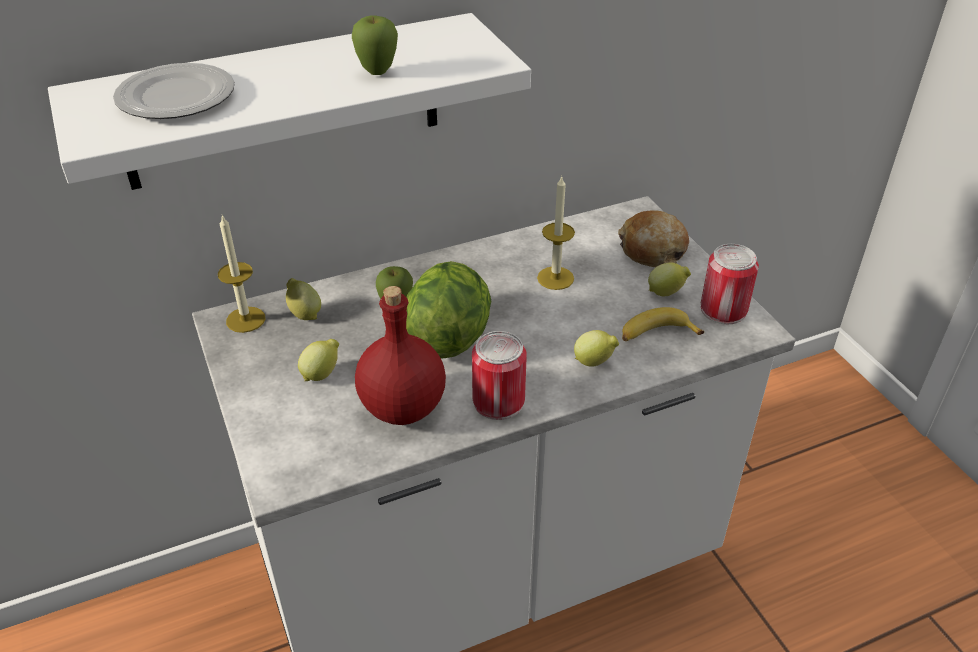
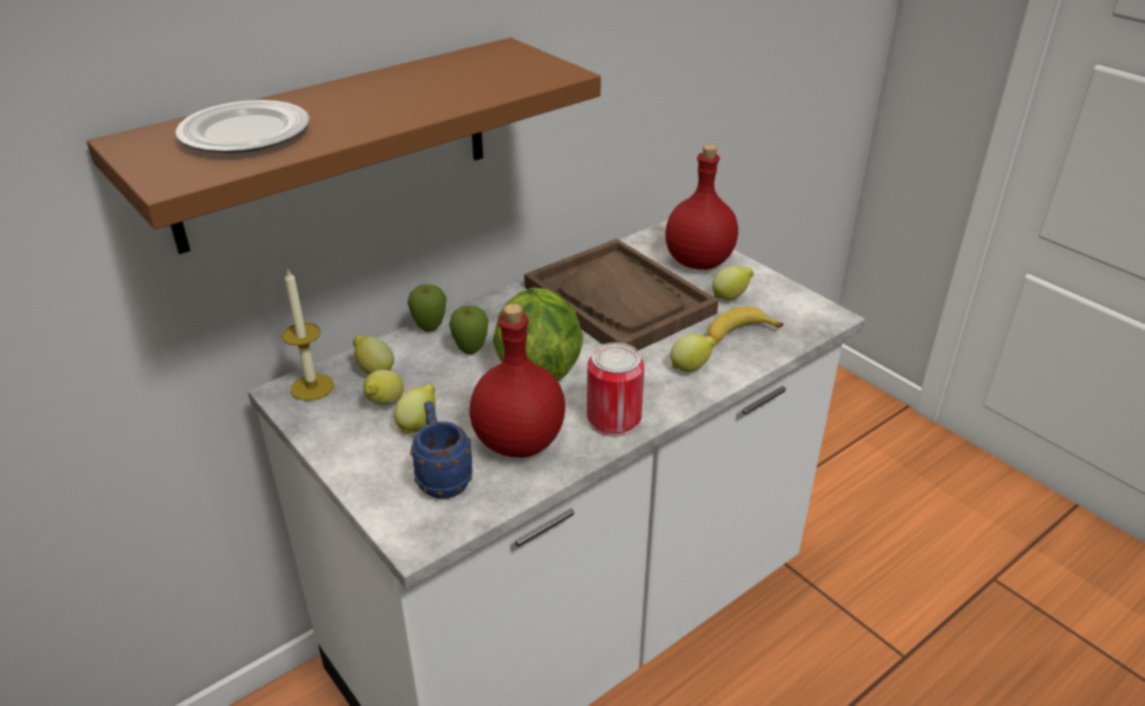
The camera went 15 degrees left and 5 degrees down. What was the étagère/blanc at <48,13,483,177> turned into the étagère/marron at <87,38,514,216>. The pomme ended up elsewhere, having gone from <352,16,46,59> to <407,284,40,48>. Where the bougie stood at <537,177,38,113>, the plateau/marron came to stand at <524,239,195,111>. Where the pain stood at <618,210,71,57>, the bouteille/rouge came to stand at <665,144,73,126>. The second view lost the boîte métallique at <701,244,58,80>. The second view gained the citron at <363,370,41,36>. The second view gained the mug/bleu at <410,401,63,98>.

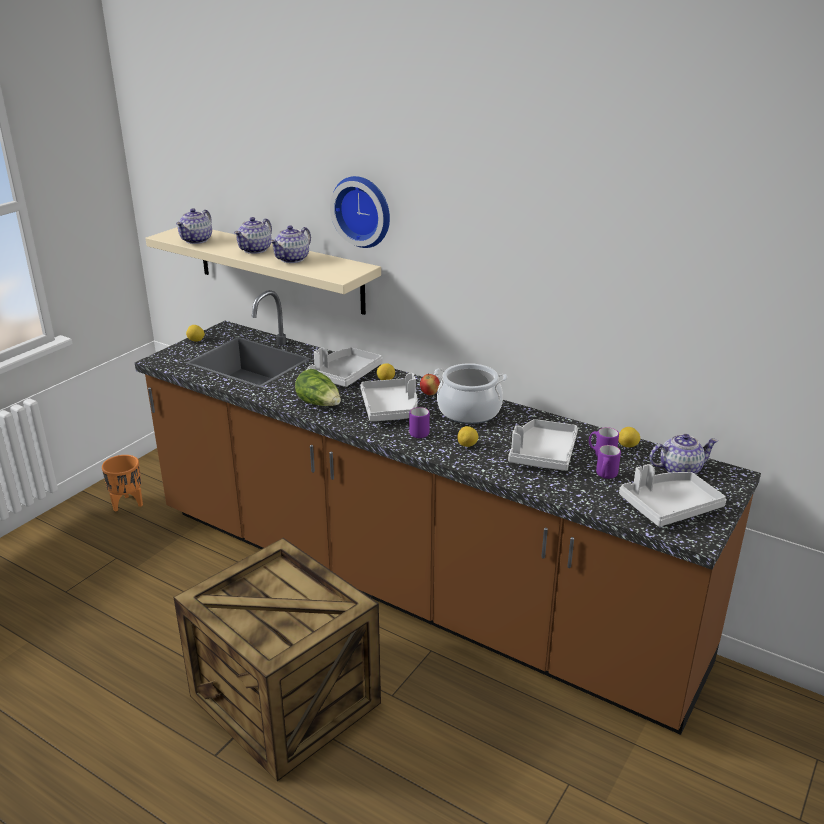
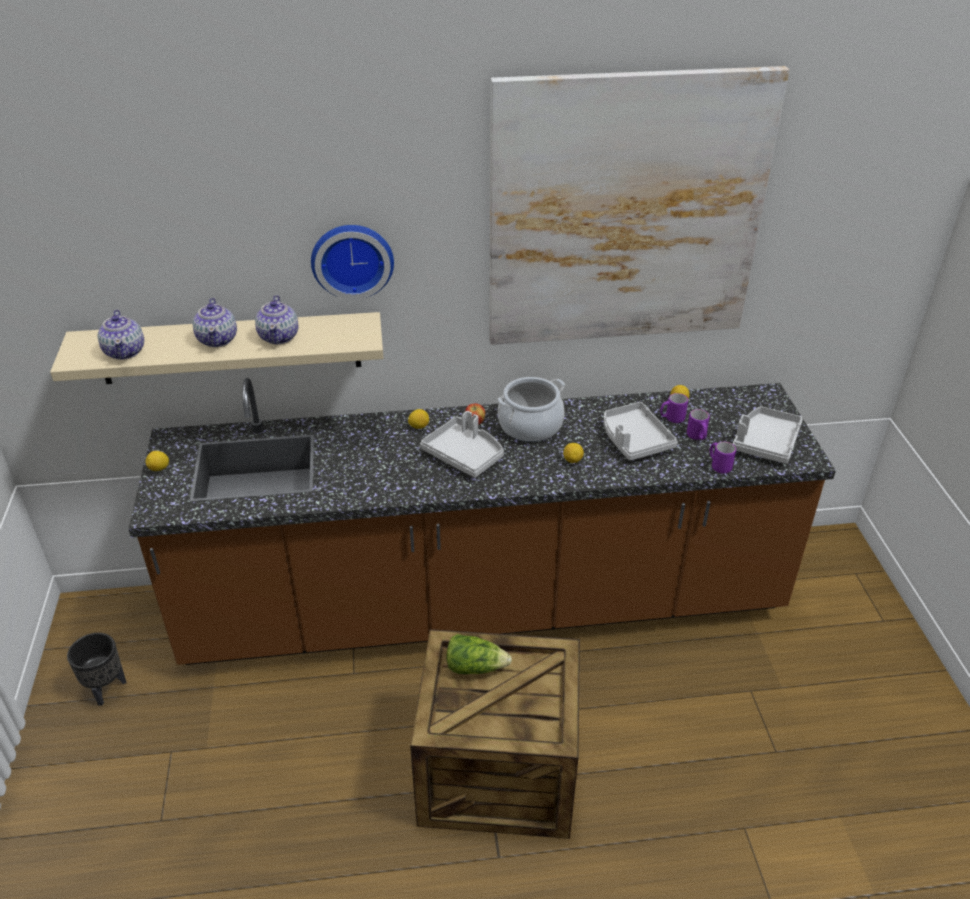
The camera went 40 degrees left and 10 degrees up. The second view lost the plateau/gris at <306,347,77,40>. The laitue ended up elsewhere, having gone from <295,369,46,37> to <447,634,65,40>. The mug/violet ended up elsewhere, having gone from <409,407,21,31> to <710,442,26,32>. The second view lost the théière at <649,434,69,40>. What was the cache-pot/orange at <102,455,41,57> turned into the cache-pot/noir at <67,633,60,72>. The second view gained the tableau at <489,66,300,279>.

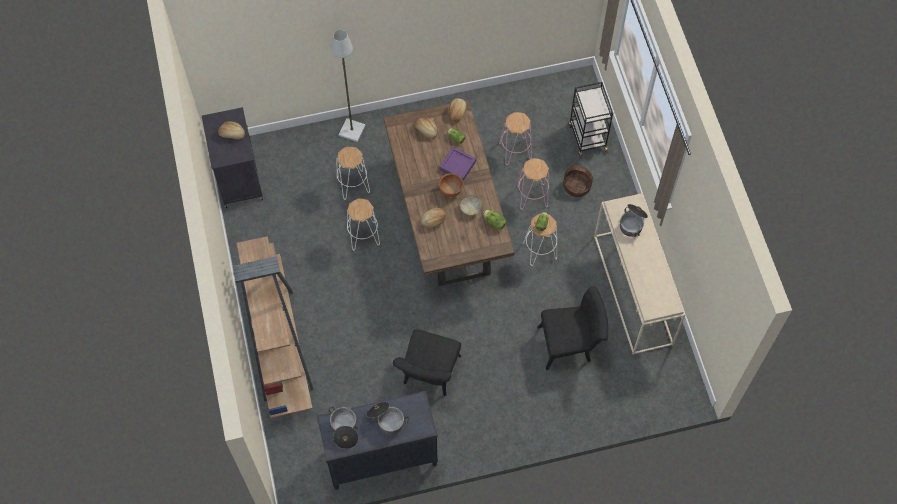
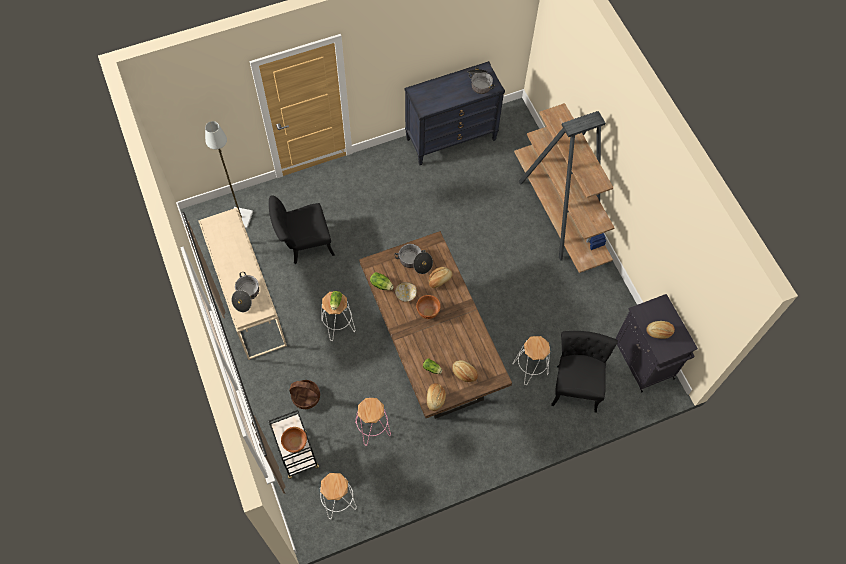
The camera went 170 degrees right and 0 degrees up. The lampadaire/gris ended up elsewhere, having gone from <331,30,34,112> to <205,121,48,107>. The second view lost the plateau/violet at <440,147,36,34>. The second view lost the tabouret/rose at <517,158,32,52>. The tabouret/blanc ended up elsewhere, having gone from <347,198,33,53> to <320,473,37,46>. The chaise/noir ended up elsewhere, having gone from <393,329,68,67> to <551,331,67,82>. The marmite ended up elsewhere, having gone from <366,402,43,32> to <394,244,39,30>. The second view gained the bol/marron at <281,427,26,26>.

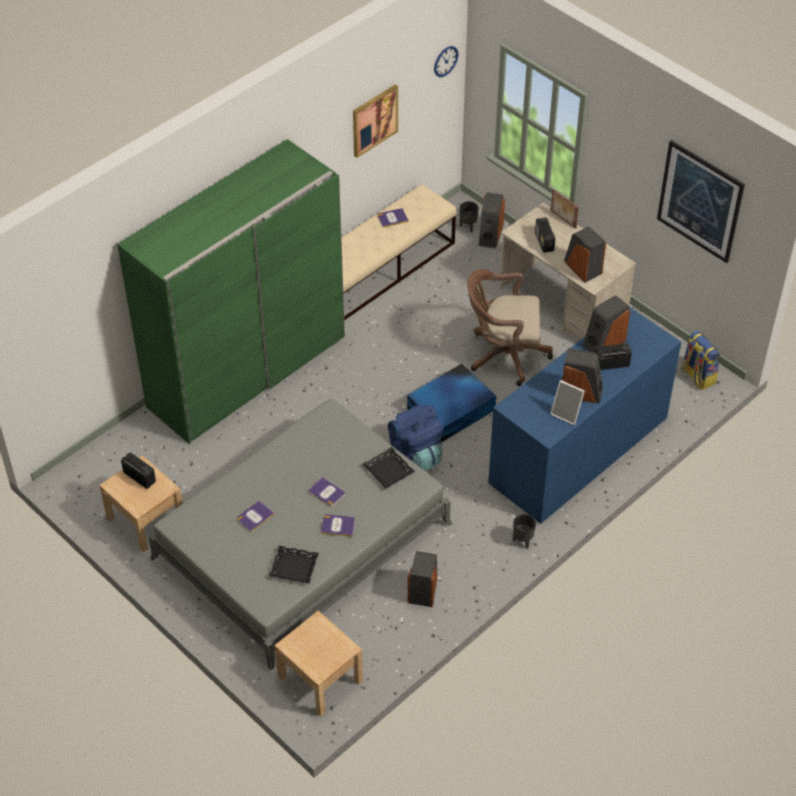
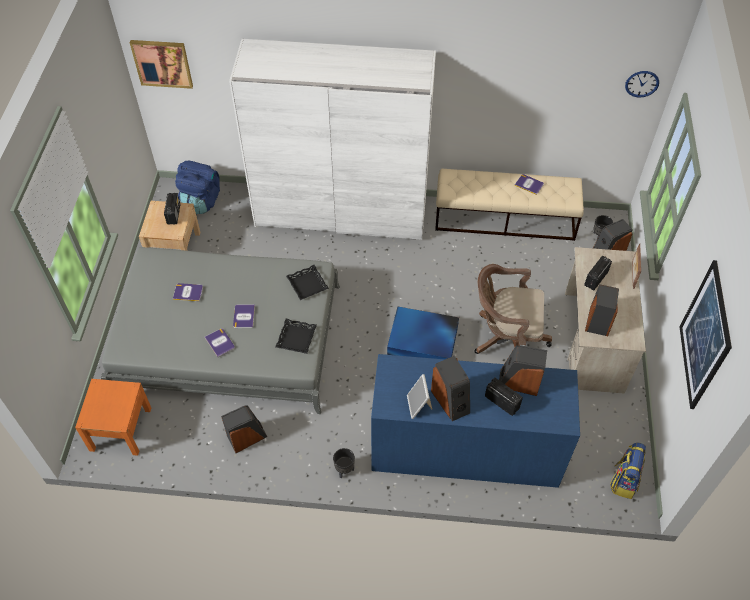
The camera went 50 degrees right and 5 degrees up. The tableau ended up elsewhere, having gone from <353,85,45,73> to <129,40,64,49>. What was the armoire/vert at <117,139,228,305> turned into the armoire/blanc at <229,39,207,201>. The chaise de bureau/marron at <467,269,86,117> ended up facing another way, 45 degrees counterclockwise from before. The sac à dos/bleu ended up elsewhere, having gone from <388,405,55,66> to <175,161,45,53>. The plateau/noir ended up elsewhere, having gone from <269,546,50,38> to <286,265,43,35>. What was the table de chevet/beige at <275,611,88,106> turned into the table de chevet/orange at <75,379,76,77>.

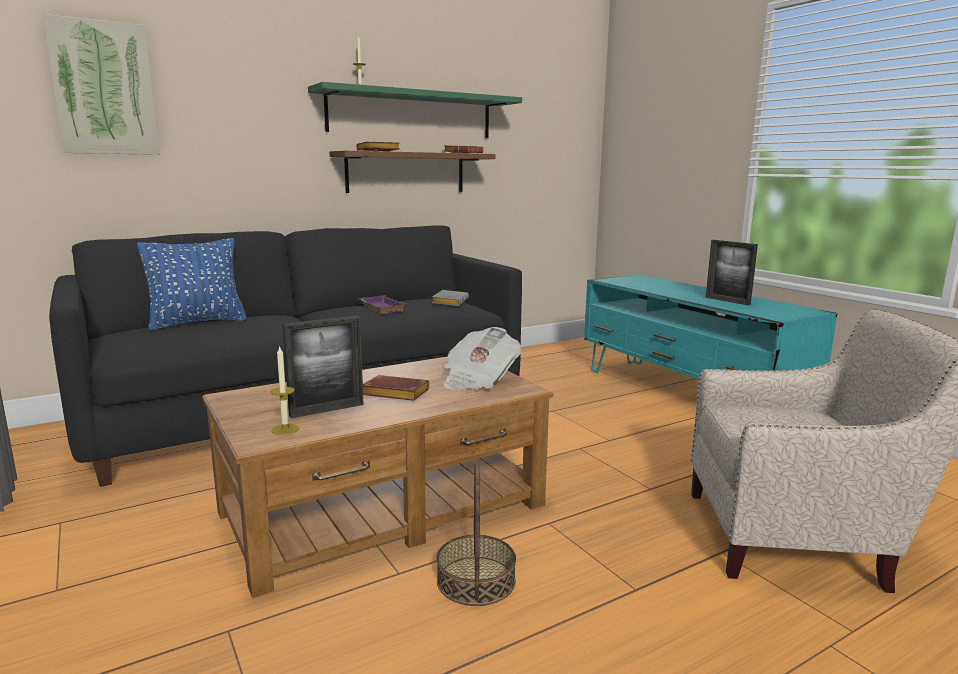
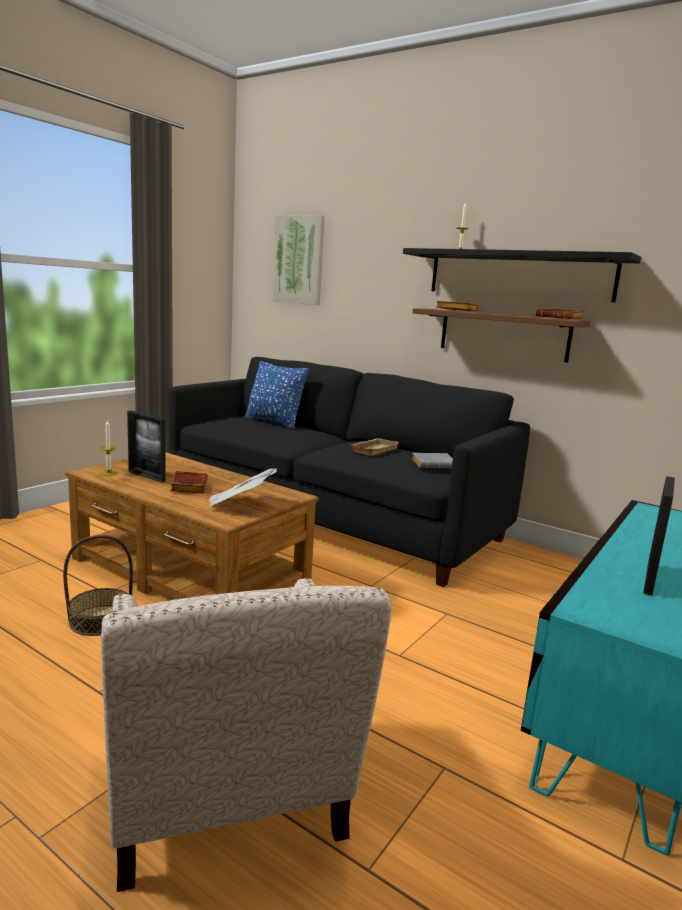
The camera went 65 degrees right and 0 degrees up. What was the étagère/vert at <308,82,214,56> turned into the étagère/noir at <403,248,238,54>. What was the plateau/violet at <359,295,46,19> turned into the plateau/beige at <352,438,47,18>.

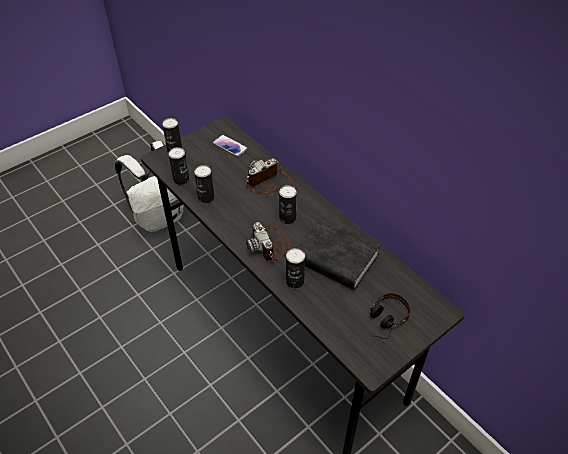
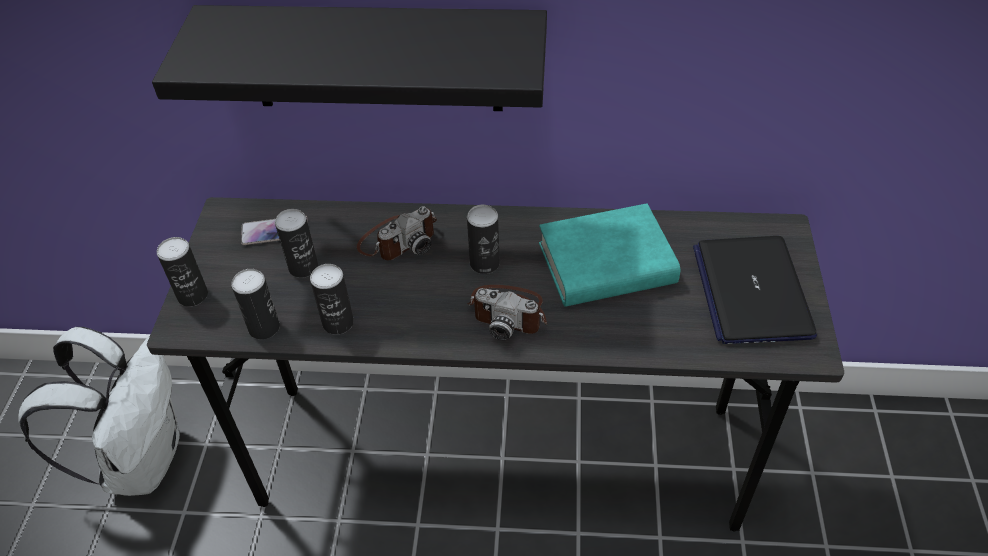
The camera went 45 degrees left and 0 degrees up. The appareil photo at <246,158,45,39> ended up facing another way, 135 degrees counterclockwise from before. What was the livre/noir at <296,217,85,73> turned into the livre/turquoise at <539,203,141,104>. The boîte métallique ended up elsewhere, having gone from <286,248,19,41> to <275,209,43,69>. Where the casque audio stood at <370,293,41,46>, the ordinateur portable came to stand at <693,236,124,108>. The second view gained the étagère/noir at <152,5,395,106>.

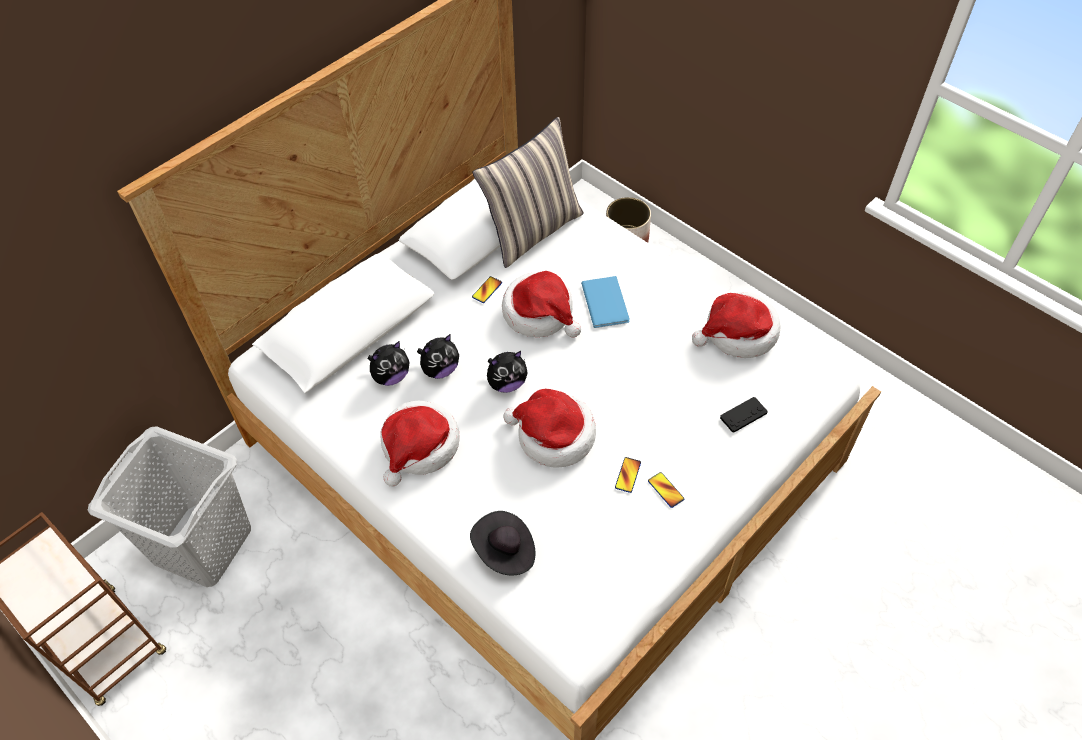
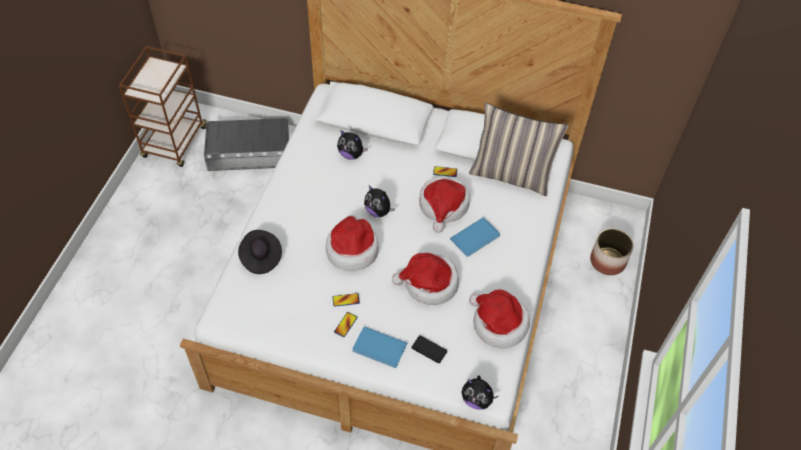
The camera went 60 degrees right and 0 degrees up. The peluche ended up elsewhere, having gone from <417,334,42,45> to <461,375,37,35>. The chapeau ended up elsewhere, having gone from <380,401,79,85> to <392,253,67,52>. Where the panier à linge/gris stood at <87,426,164,161>, the boîte de rangement/gris came to stand at <204,118,85,53>. The second view gained the livre/bleu at <352,326,55,42>.

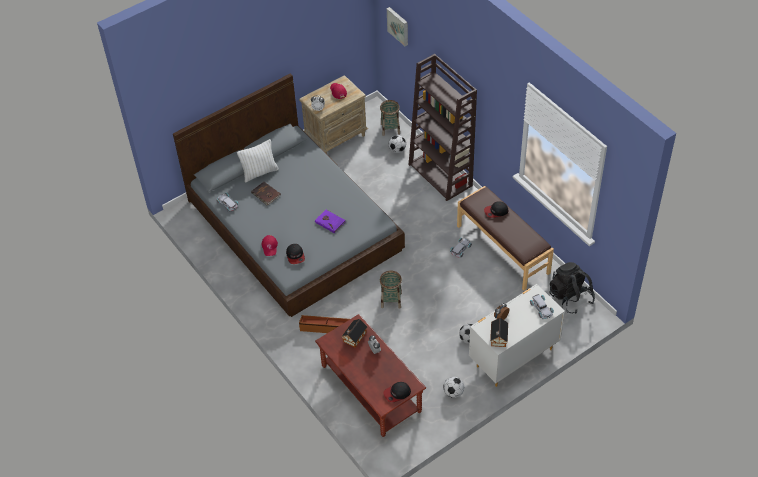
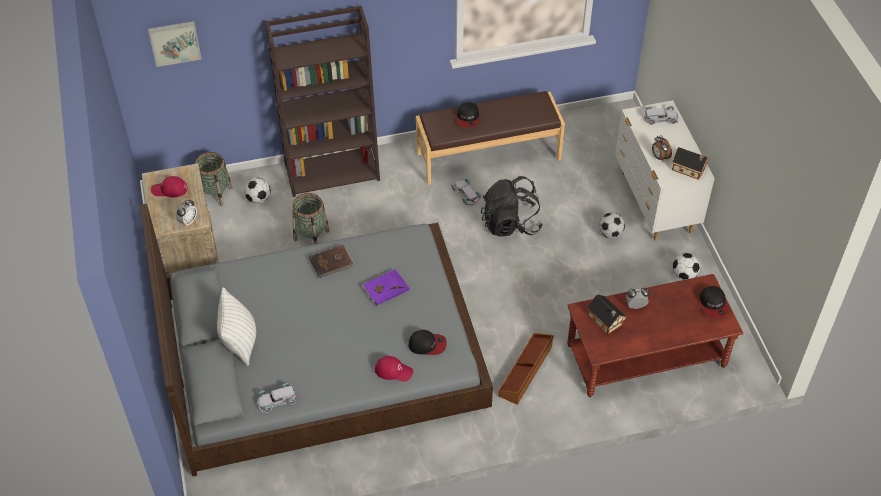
The camera went 70 degrees left and 0 degrees up. The livre/marron ended up elsewhere, having gone from <251,182,30,23> to <309,245,45,33>. The sac à dos/noir ended up elsewhere, having gone from <550,262,45,52> to <481,176,62,61>. The panier ended up elsewhere, having gone from <380,270,22,39> to <293,193,36,51>.

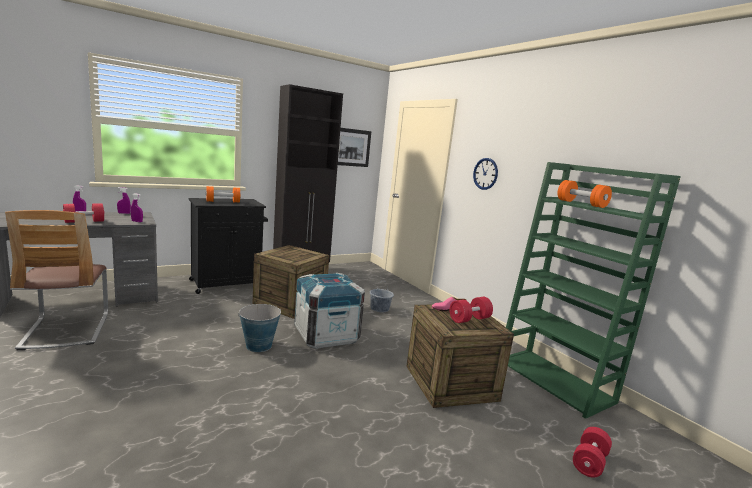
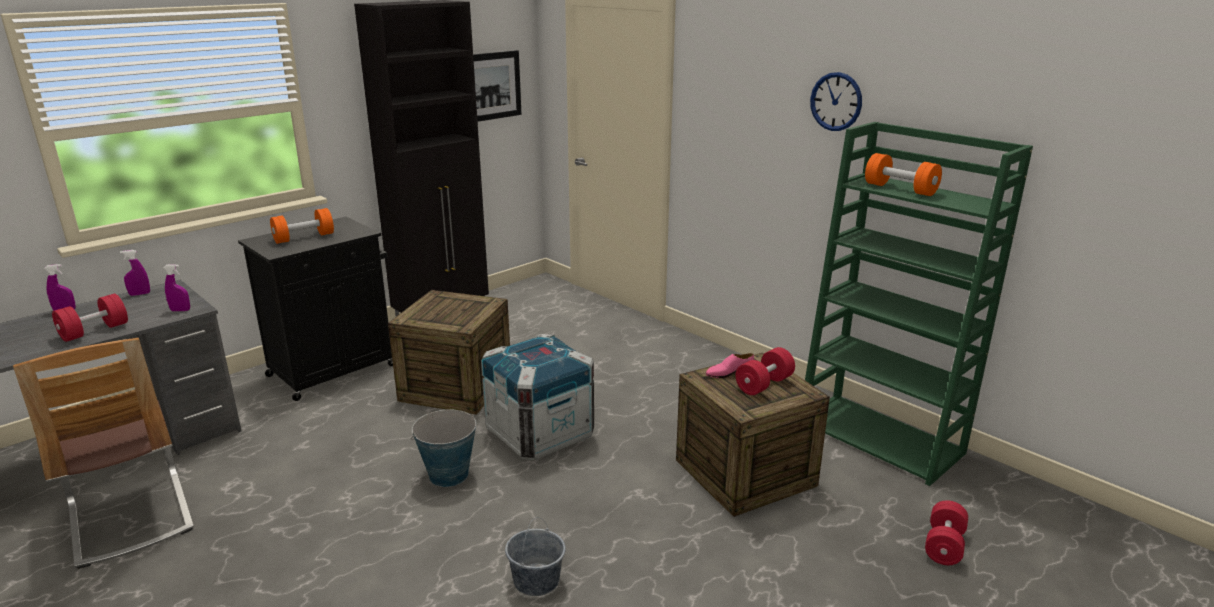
The camera went 10 degrees left and 10 degrees up. The horloge murale ended up elsewhere, having gone from <473,158,25,32> to <810,72,52,59>. The seau/gris ended up elsewhere, having gone from <370,280,24,32> to <505,517,60,79>.

